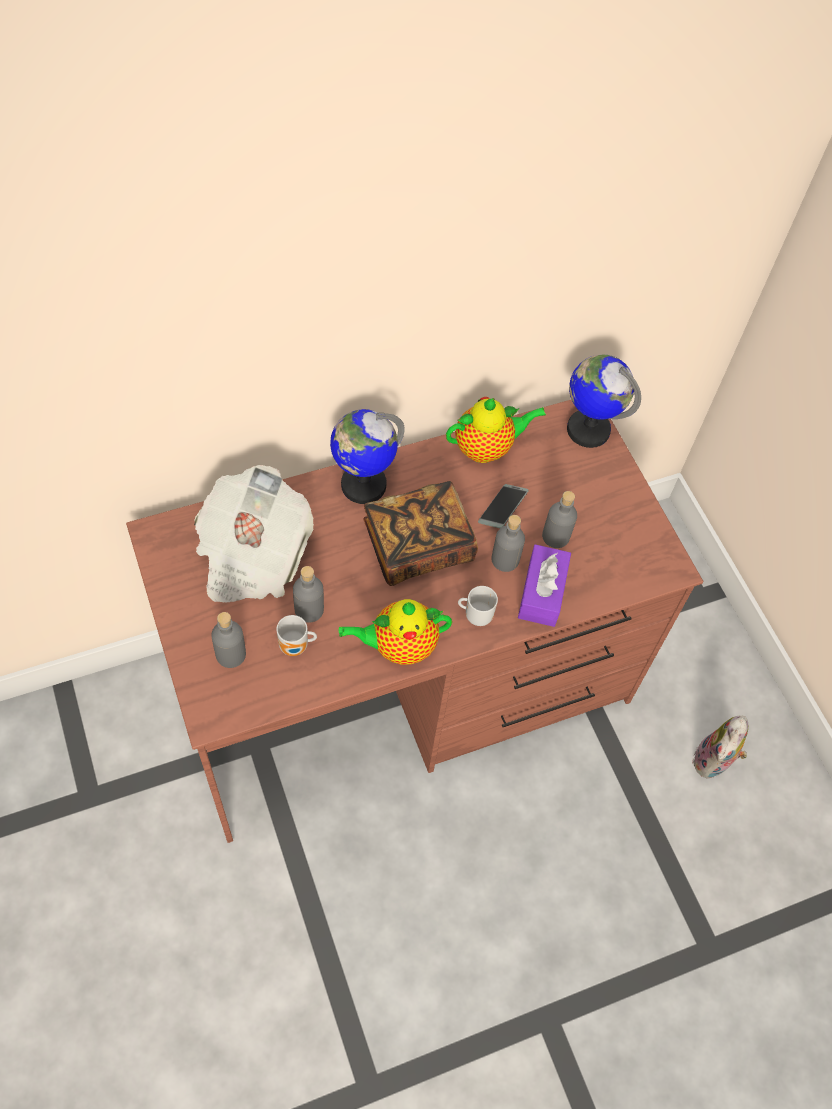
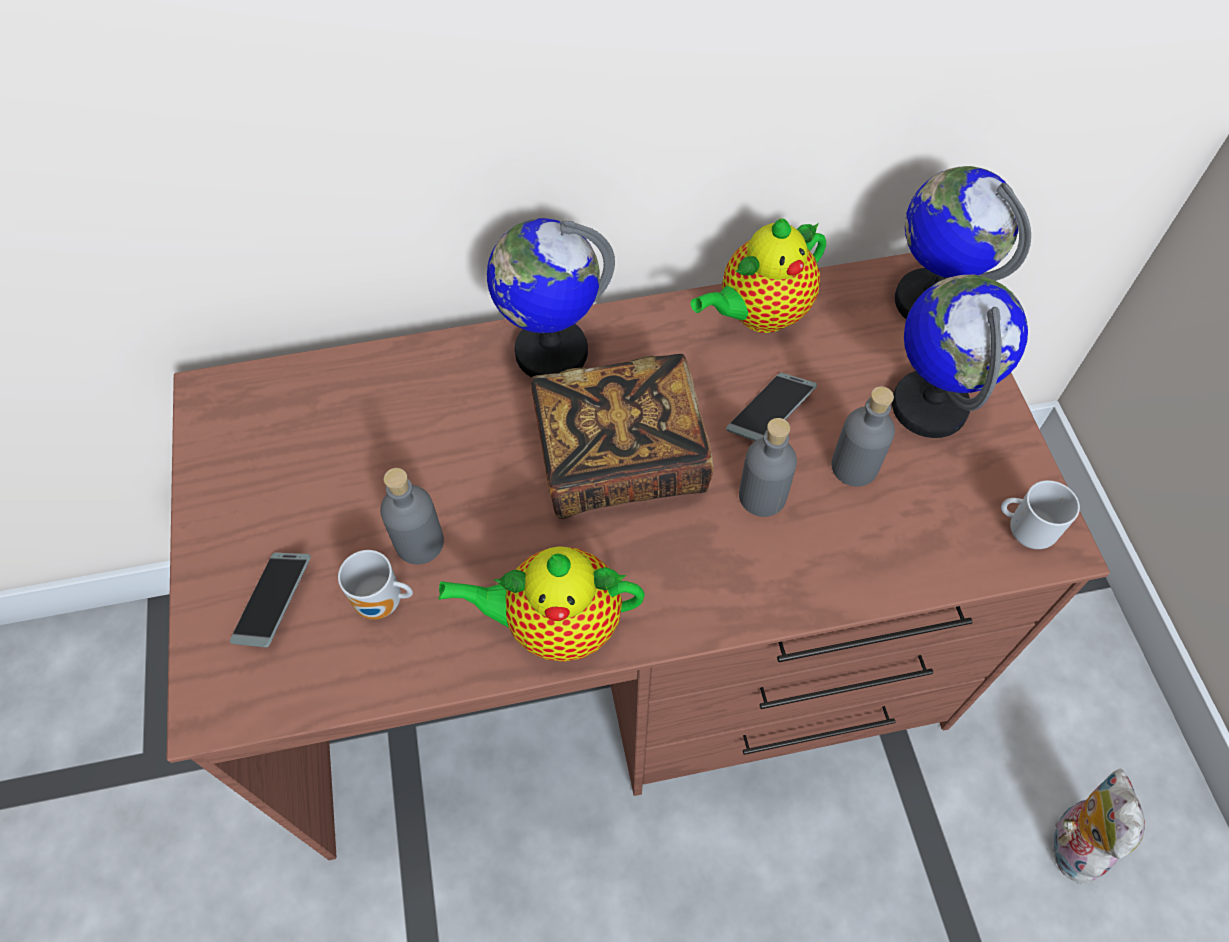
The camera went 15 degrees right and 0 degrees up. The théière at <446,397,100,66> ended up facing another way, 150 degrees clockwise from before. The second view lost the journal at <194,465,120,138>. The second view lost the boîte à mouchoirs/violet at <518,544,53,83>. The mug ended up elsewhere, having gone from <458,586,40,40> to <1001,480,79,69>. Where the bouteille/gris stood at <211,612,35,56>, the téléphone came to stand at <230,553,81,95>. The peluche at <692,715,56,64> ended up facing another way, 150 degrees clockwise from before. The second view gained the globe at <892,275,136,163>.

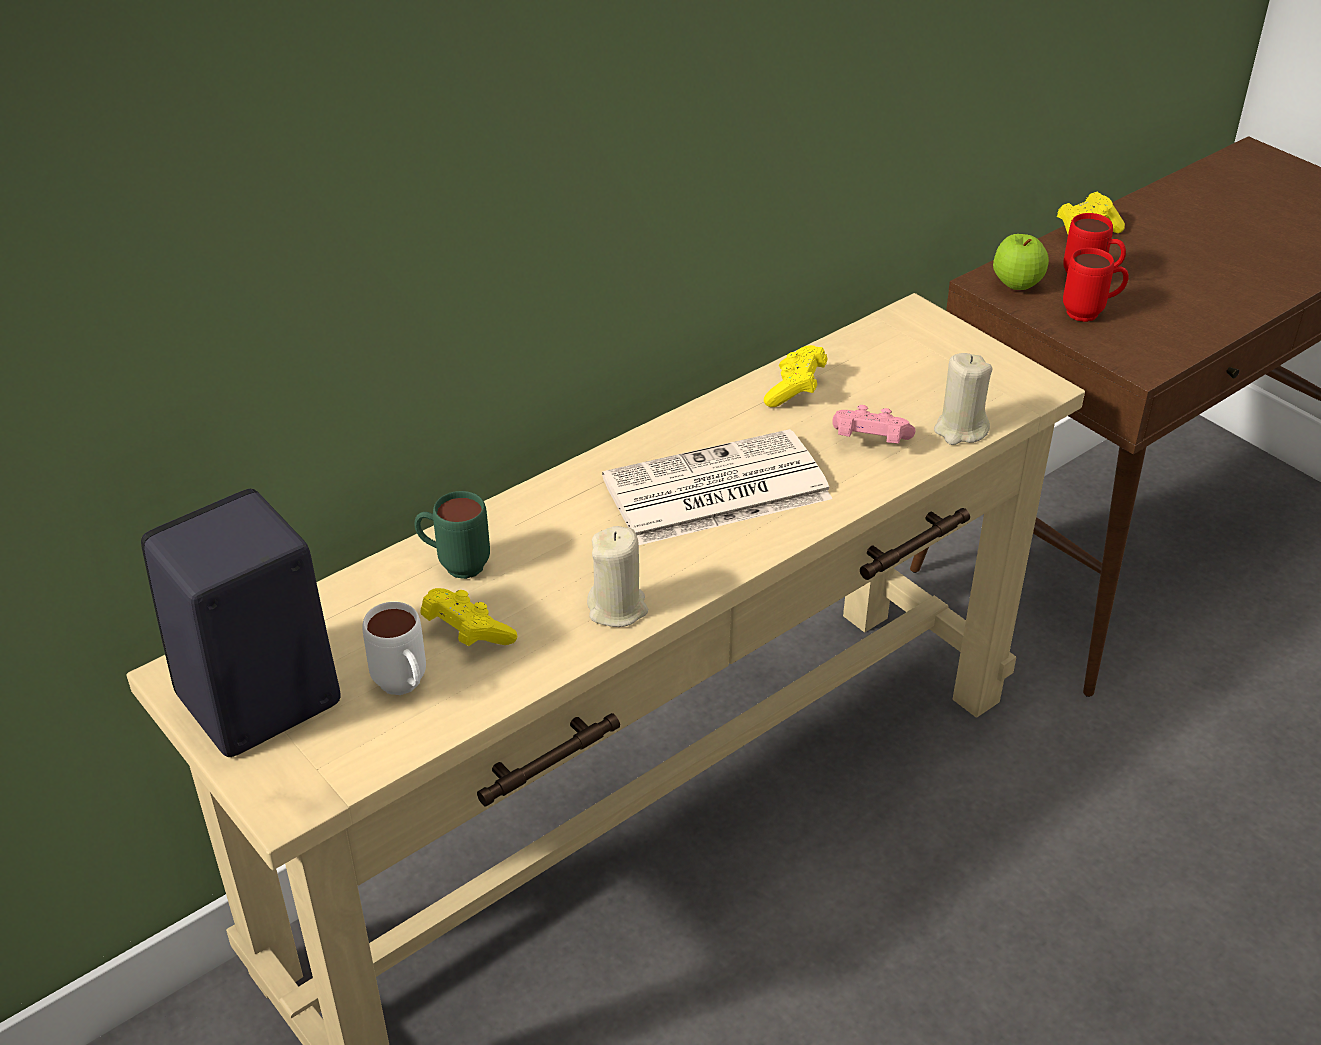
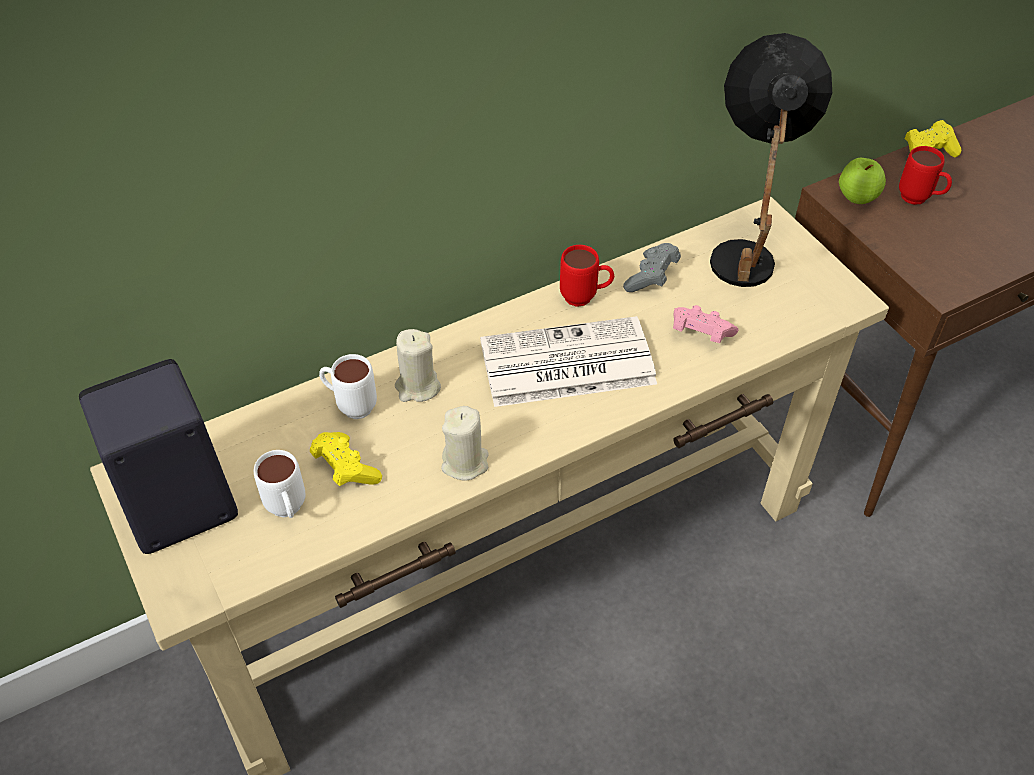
The camera went 10 degrees right and 10 degrees up. The mug/rouge ended up elsewhere, having gone from <1063,248,66,74> to <560,245,54,62>. What was the manette/jaune at <764,345,63,62> turned into the manette/gris at <623,243,58,49>. The bougie/beige ended up elsewhere, having gone from <934,353,58,92> to <395,329,46,73>. What was the mug/vert at <414,491,76,88> turned into the mug/blanc at <319,354,58,65>. The second view gained the lampe de table/noir at <710,33,122,254>.

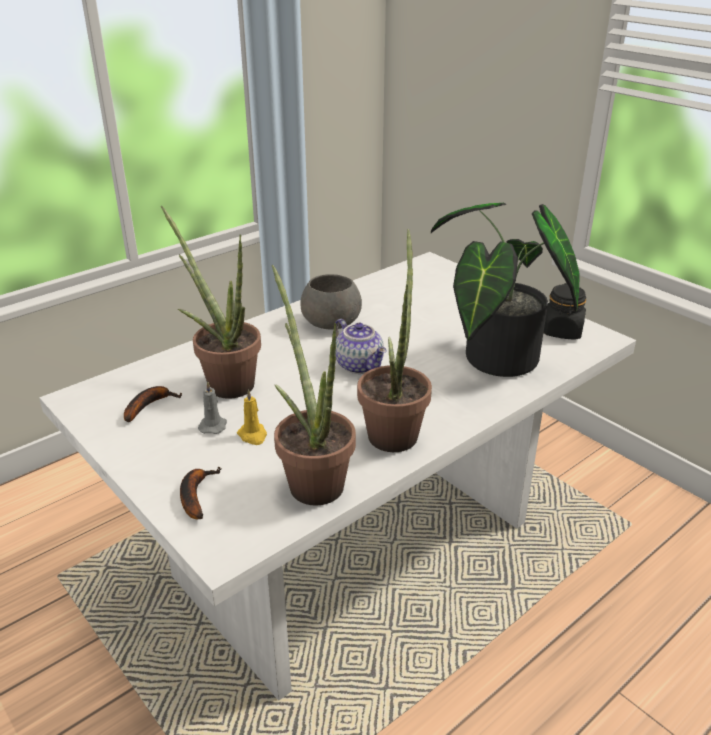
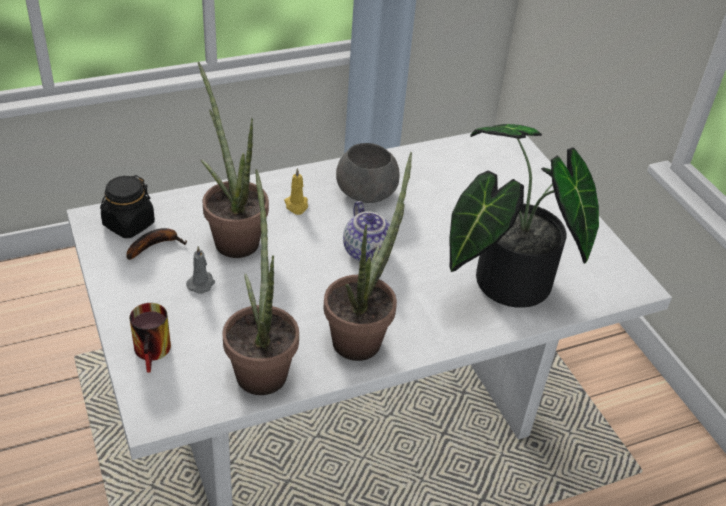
The camera went 15 degrees right and 10 degrees up. The bocal/noir ended up elsewhere, having gone from <544,283,42,57> to <100,175,55,63>. The bougie/jaune ended up elsewhere, having gone from <237,389,30,56> to <284,168,24,47>. Where the banane stood at <180,467,41,52>, the mug came to stand at <129,303,42,69>.

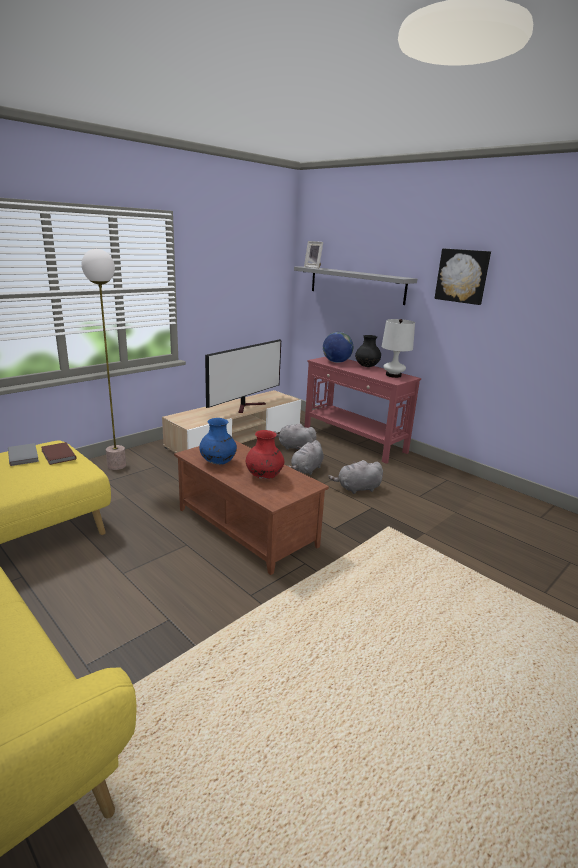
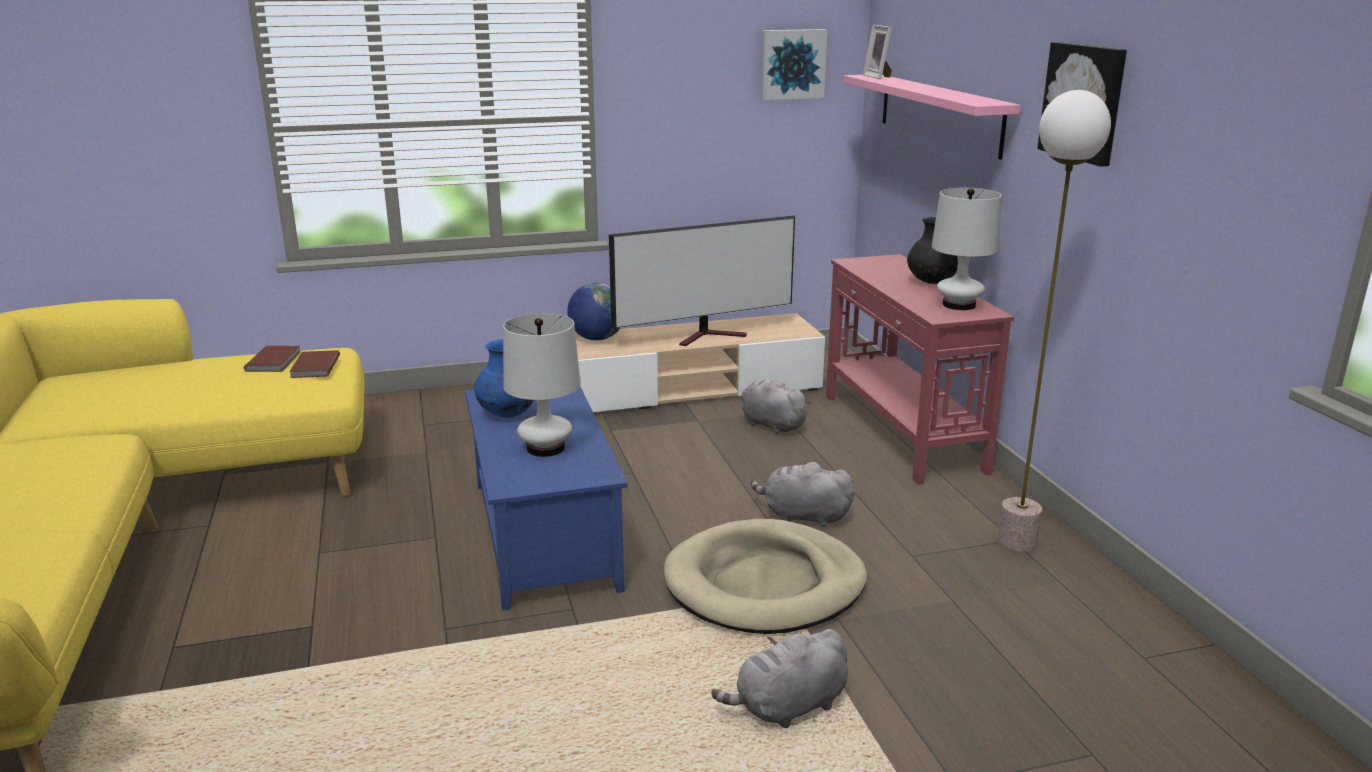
The camera went 30 degrees right and 0 degrees up. The lampadaire ended up elsewhere, having gone from <82,249,44,221> to <998,90,113,462>. What was the étagère/gris at <294,267,123,38> turned into the étagère/rose at <844,75,176,85>. The globe ended up elsewhere, having gone from <323,332,30,31> to <567,283,53,58>. Where the vase/rouge stood at <246,430,38,49>, the lampe de table/blanc came to stand at <503,313,78,144>. What was the table basse/marron at <174,440,155,135> turned into the table basse/bleu at <465,386,163,224>. The peluche/gris ended up elsewhere, having gone from <287,440,37,35> to <711,629,137,99>. What was the livre/gris at <8,443,31,23> turned into the livre/marron at <244,346,57,26>. The second view gained the tableau at <760,29,67,71>. The second view gained the panier pour chien/beige at <664,519,203,115>.

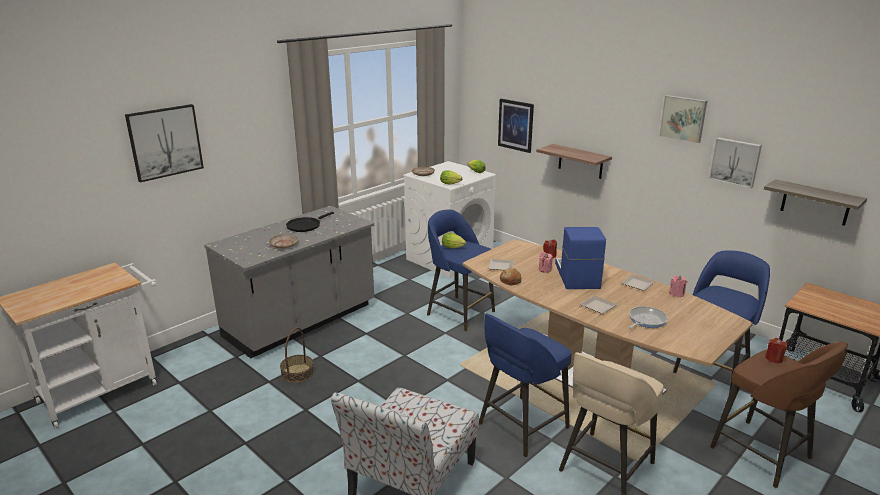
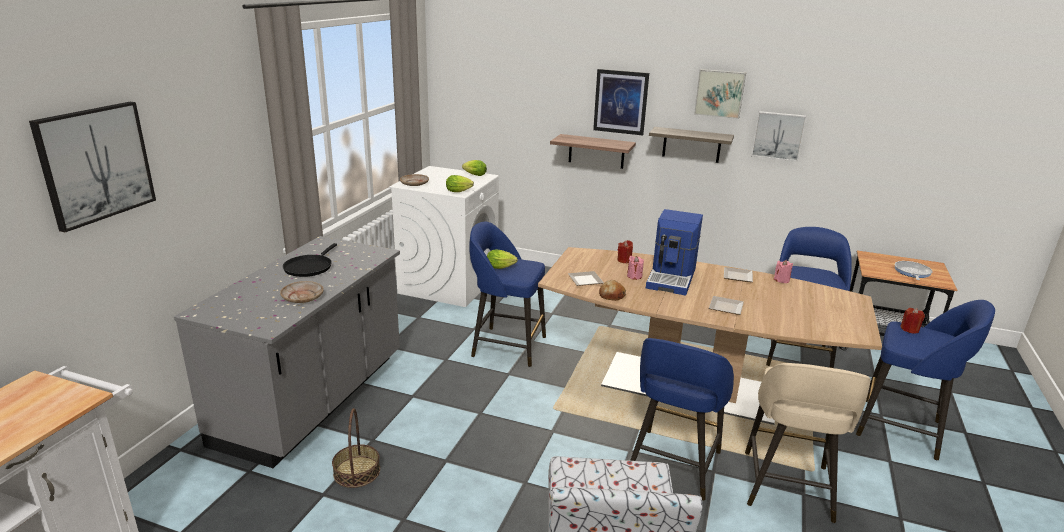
The camera went 25 degrees left and 0 degrees up. The tableau ended up elsewhere, having gone from <498,99,36,54> to <593,69,56,67>. The étagère ended up elsewhere, having gone from <764,179,103,47> to <649,127,85,36>. The machine à café at <555,227,51,62> ended up facing another way, 135 degrees counterclockwise from before. The poêle ended up elsewhere, having gone from <628,306,40,23> to <895,261,38,19>. What was the tabouret/marron at <710,342,138,146> turned into the tabouret/bleu at <856,300,139,161>.

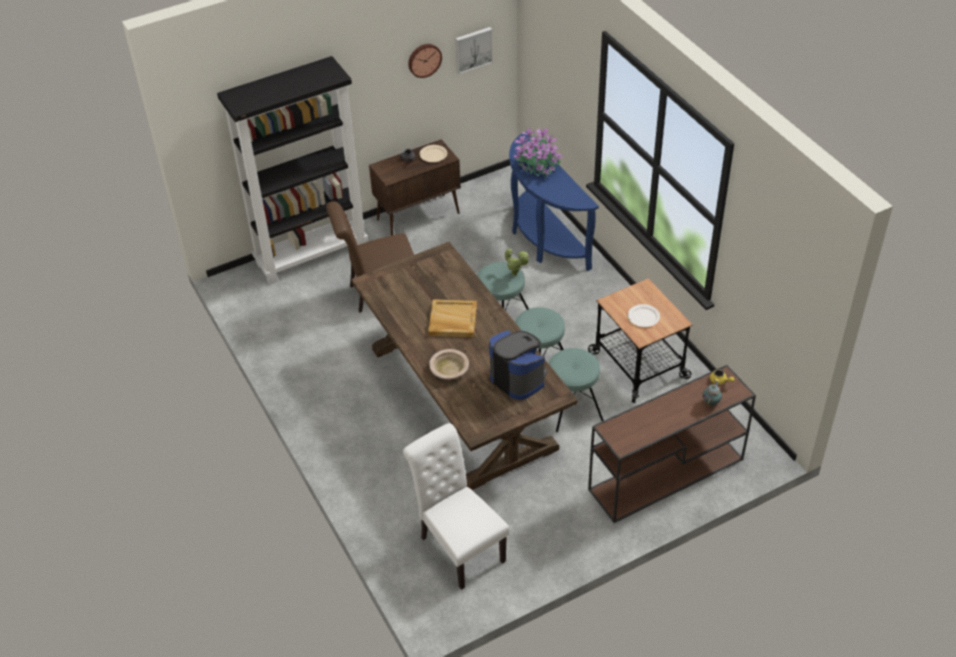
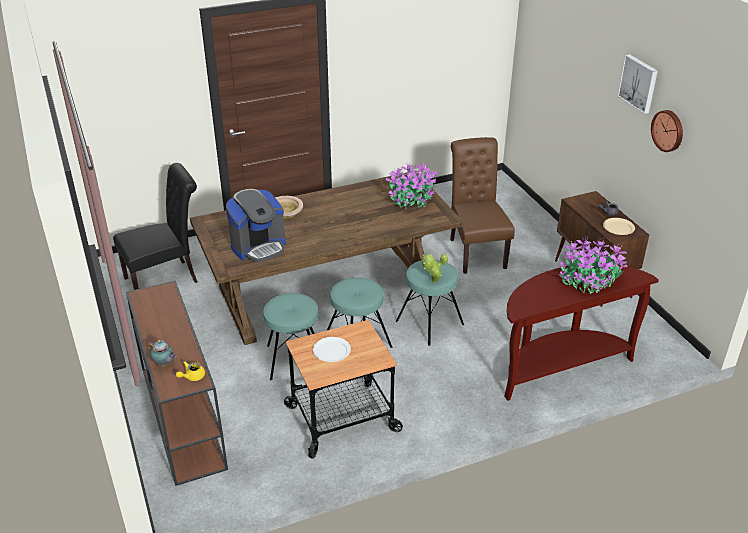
The camera went 95 degrees right and 10 degrees down. The tableau ended up elsewhere, having gone from <455,27,38,47> to <617,54,41,60>. The second view lost the bibliothèque/noir at <217,56,151,229>. What was the table console/bleu at <509,132,90,139> turned into the table console/marron at <504,265,155,136>. The second view lost the plateau/beige at <428,299,49,38>. What was the chaise/blanc at <403,423,107,167> turned into the chaise/noir at <113,163,85,127>. The second view gained the plante en pot at <385,161,53,48>.

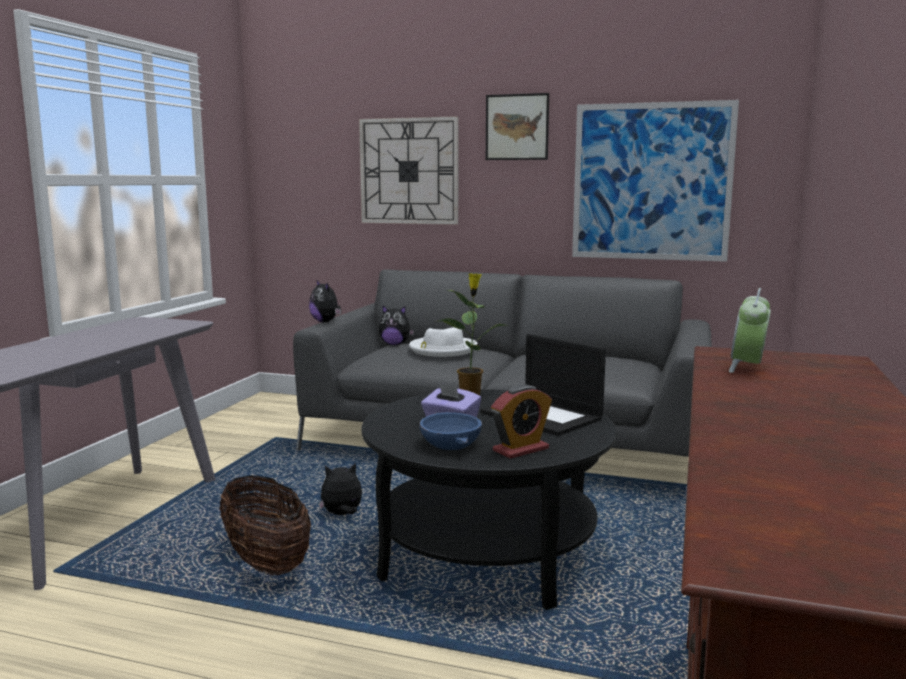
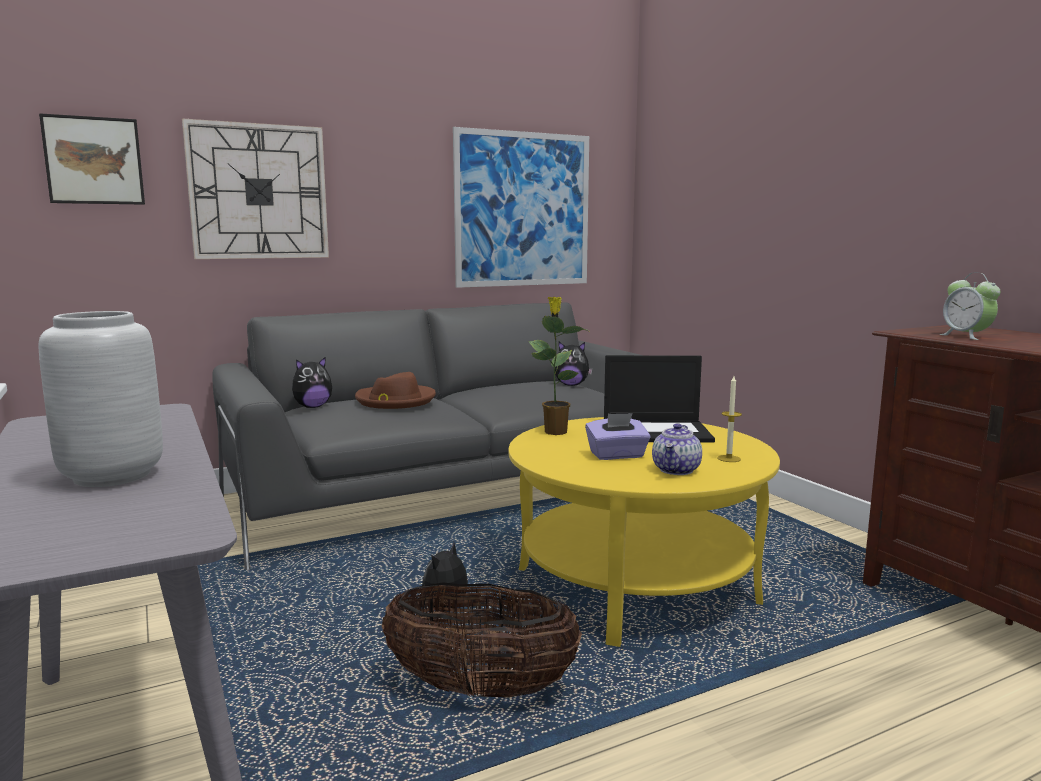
The camera went 45 degrees left and 0 degrees up. The tableau ended up elsewhere, having gone from <486,93,63,67> to <39,113,106,92>. The peluche ended up elsewhere, having gone from <309,281,32,41> to <555,342,38,44>. What was the chapeau/blanc at <409,327,68,30> turned into the chapeau/marron at <355,372,81,37>. Where the réveil stood at <491,385,61,74>, the bougie came to stand at <717,376,25,86>. What was the table basse/noir at <362,390,254,220> turned into the table basse/jaune at <508,417,272,230>. Where the bol/bleu stood at <419,412,63,38>, the théière came to stand at <652,423,50,52>. The second view gained the vase/gris at <38,311,125,176>.

